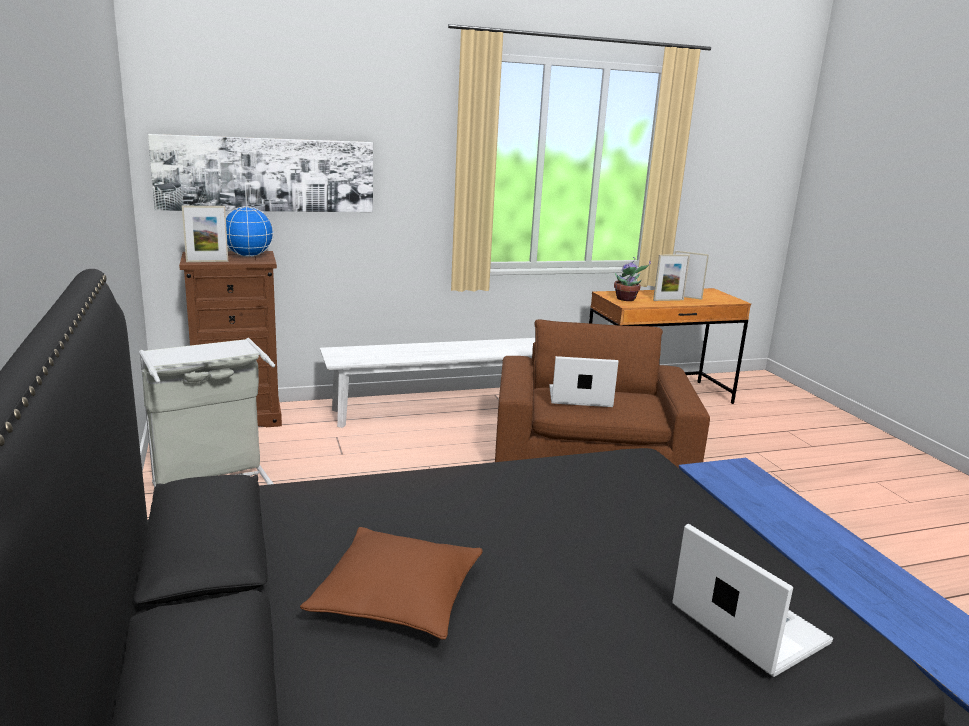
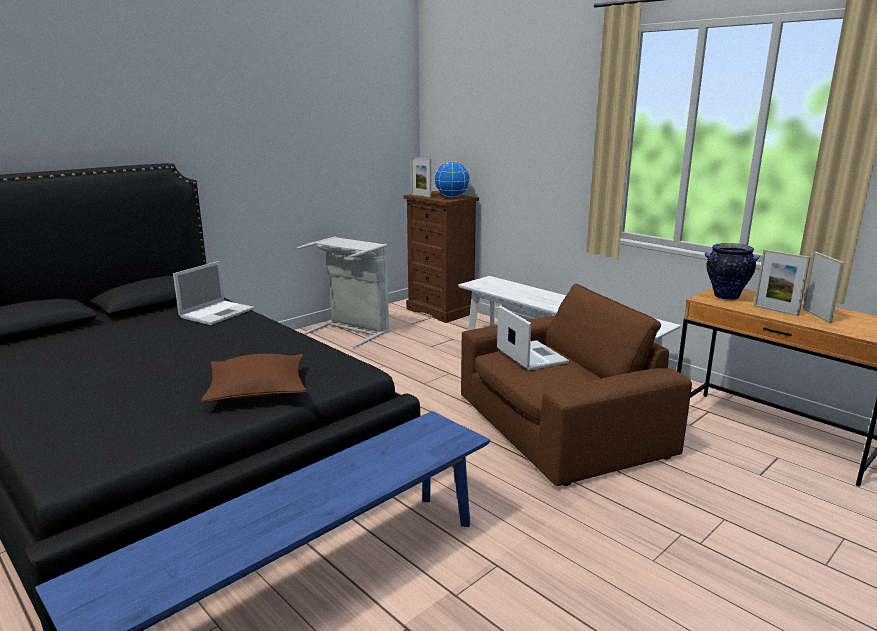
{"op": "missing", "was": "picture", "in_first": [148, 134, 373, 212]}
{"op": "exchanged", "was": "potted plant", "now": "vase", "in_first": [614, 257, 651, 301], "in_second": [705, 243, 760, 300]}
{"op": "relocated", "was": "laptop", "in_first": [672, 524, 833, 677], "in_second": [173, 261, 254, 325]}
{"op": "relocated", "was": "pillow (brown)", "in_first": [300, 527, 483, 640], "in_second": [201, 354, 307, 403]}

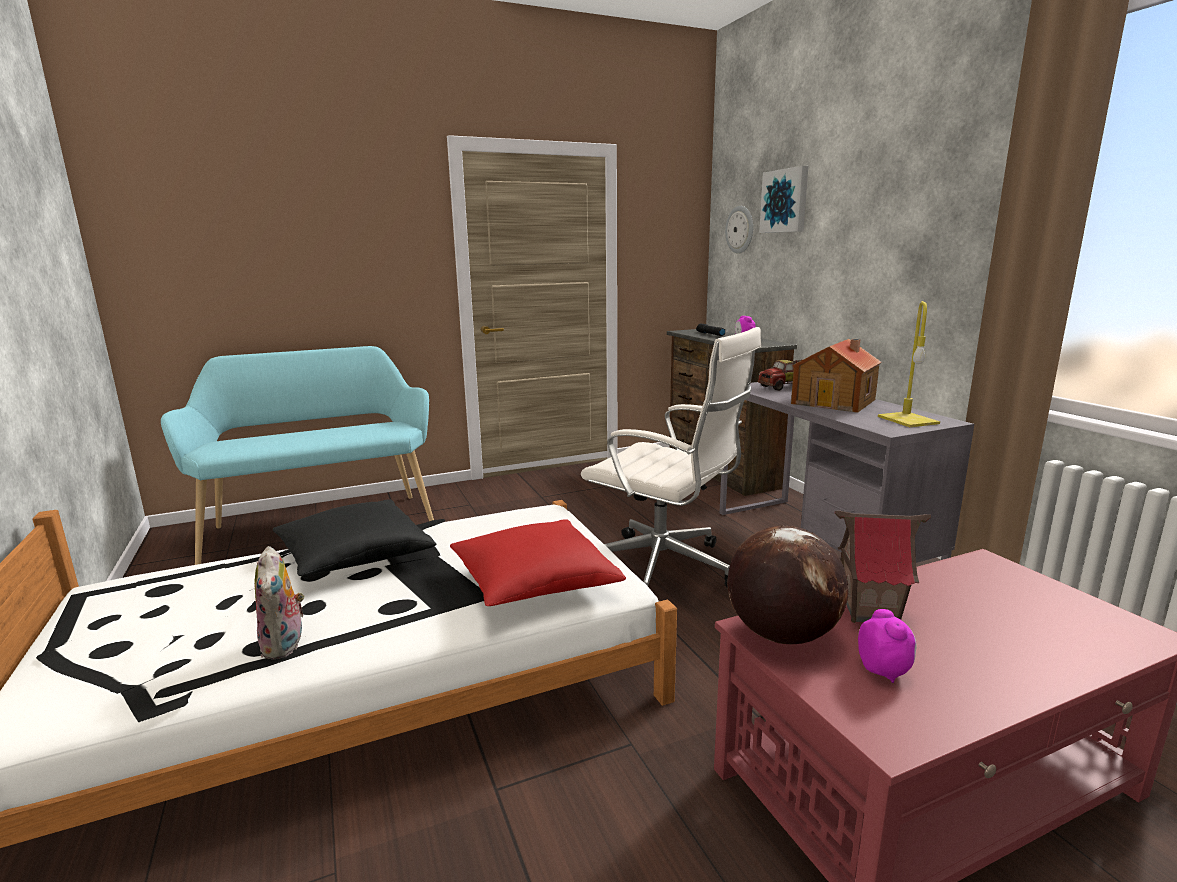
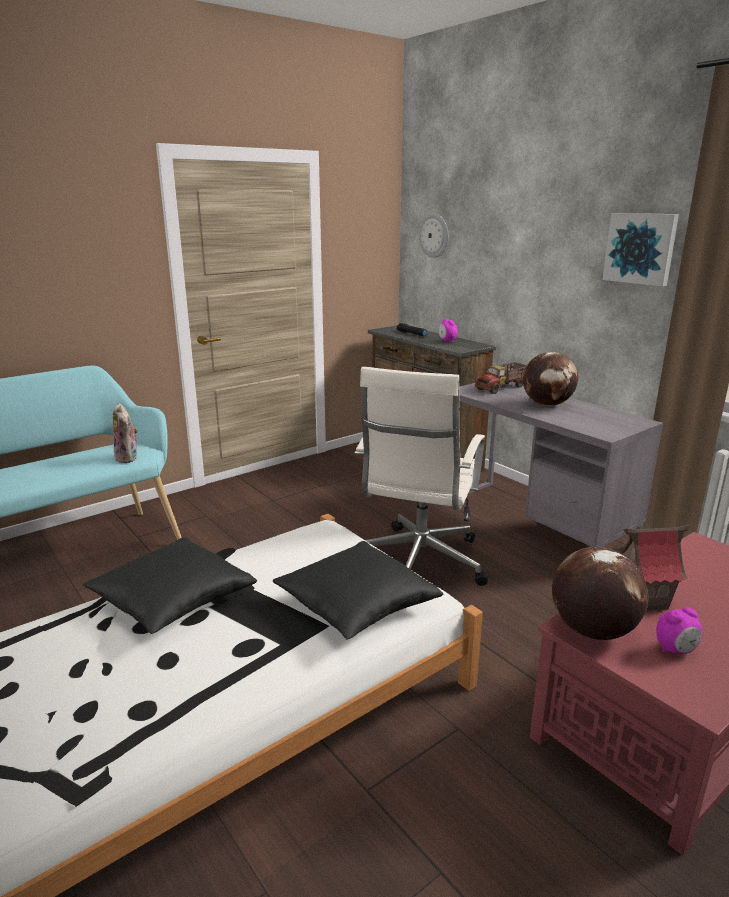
{"op": "relocated", "was": "picture", "in_first": [759, 166, 808, 233], "in_second": [603, 213, 679, 286]}
{"op": "missing", "was": "table lamp (yellow)", "in_first": [878, 301, 940, 427]}
{"op": "spun", "was": "office chair (white)", "in_first": [581, 327, 761, 587], "in_second": [355, 367, 489, 586], "clockwise": 90}
{"op": "exchanged", "was": "toy house", "now": "globe", "in_first": [791, 339, 881, 413], "in_second": [523, 352, 578, 406]}
{"op": "colour", "was": "pillow (red)", "now": "pillow (black)", "in_first": [450, 519, 626, 606], "in_second": [273, 541, 443, 640]}
{"op": "relocated", "was": "plush toy", "in_first": [254, 546, 306, 659], "in_second": [113, 403, 138, 463]}
{"op": "spun", "was": "alarm clock", "in_first": [858, 609, 917, 683], "in_second": [656, 607, 702, 654], "clockwise": 90}

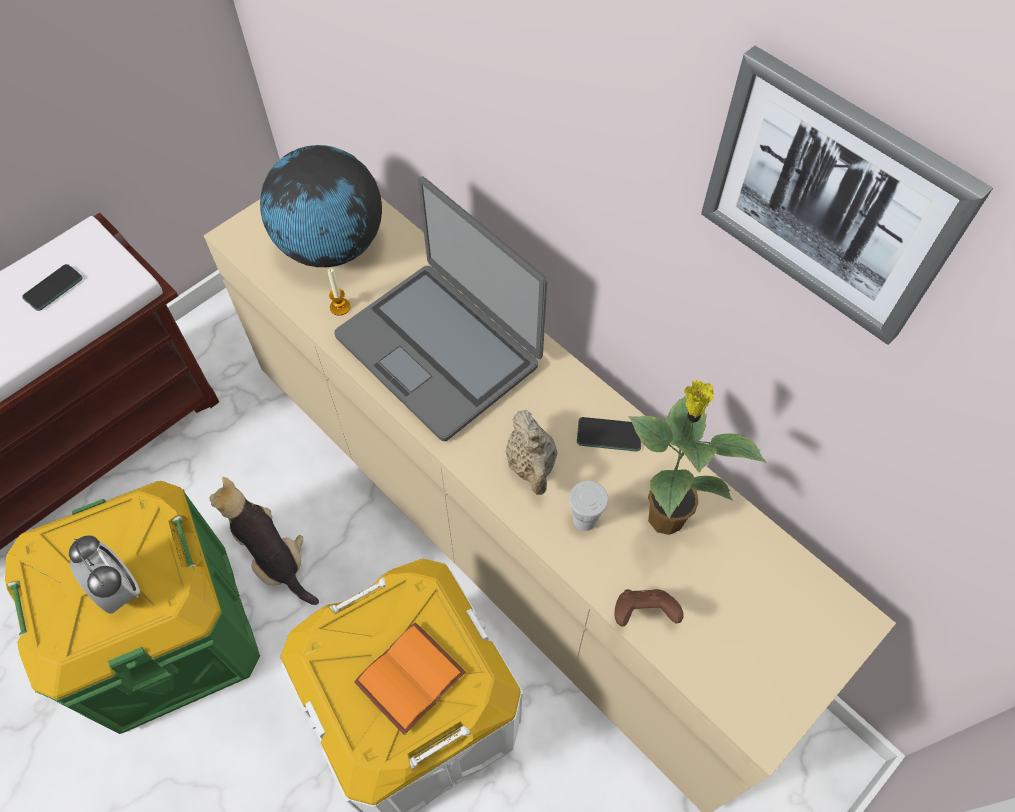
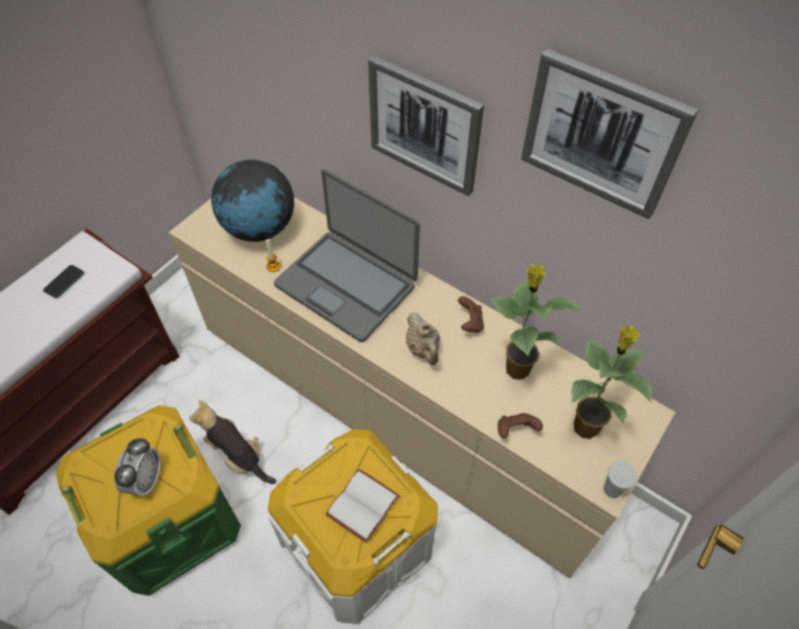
{"op": "exchanged", "was": "phone", "now": "game controller (brown)", "in_first": [577, 417, 641, 451], "in_second": [458, 296, 484, 333]}
{"op": "relocated", "was": "cup (white)", "in_first": [569, 481, 608, 531], "in_second": [604, 461, 637, 498]}
{"op": "spun", "was": "alarm clock", "in_first": [69, 536, 140, 614], "in_second": [114, 438, 161, 496], "clockwise": 60}
{"op": "colour", "was": "book (orange)", "now": "book (white)", "in_first": [354, 622, 465, 735], "in_second": [325, 469, 400, 543]}
{"op": "appeared", "now": "picture", "in_second": [368, 55, 484, 197]}
{"op": "appeared", "now": "potted plant", "in_second": [571, 326, 652, 439]}

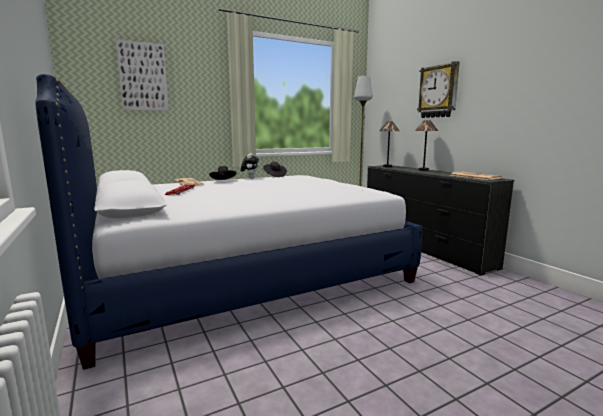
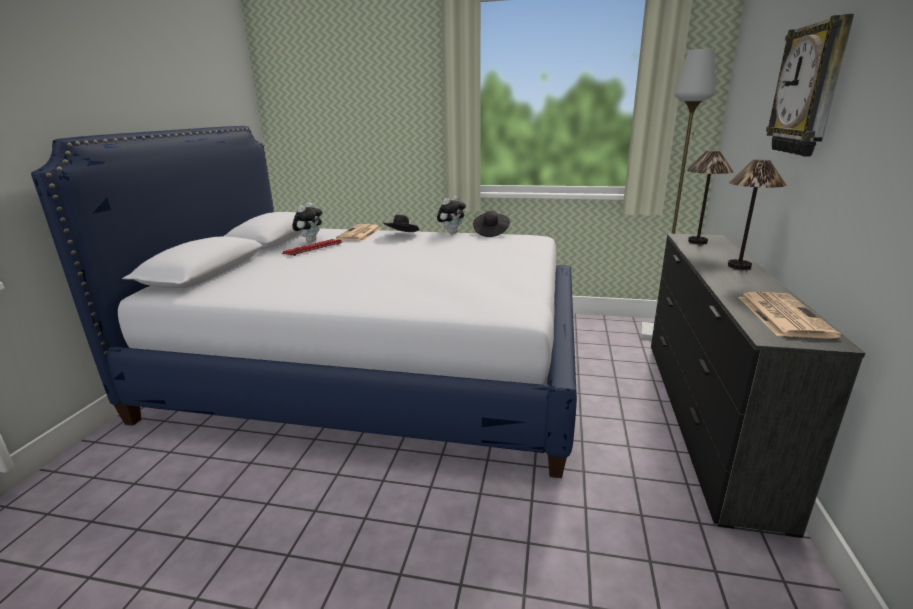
{"op": "missing", "was": "picture", "in_first": [116, 39, 169, 111]}
{"op": "appeared", "now": "plush toy", "in_second": [292, 203, 322, 242]}

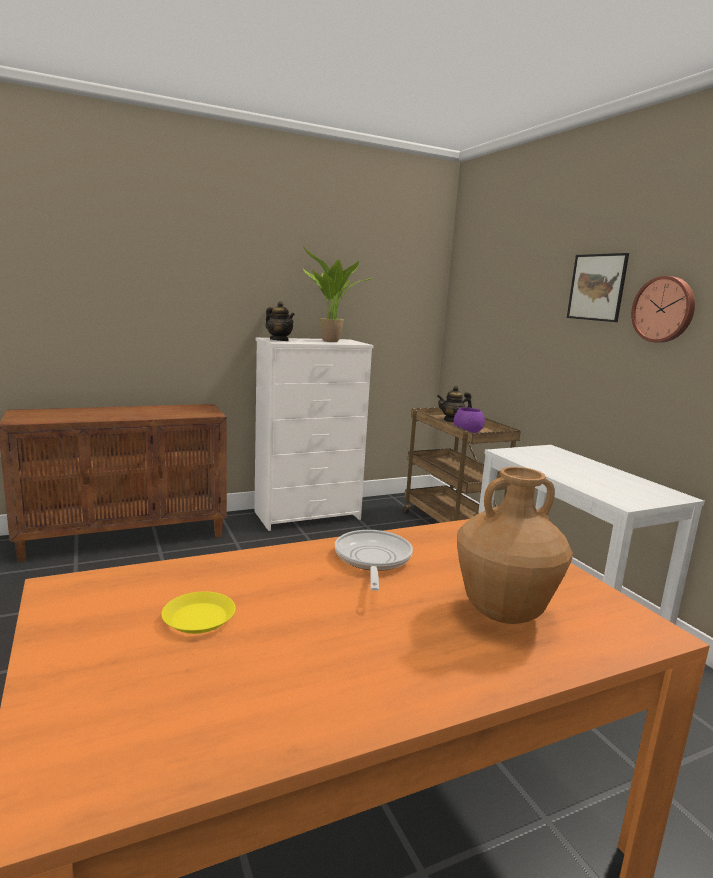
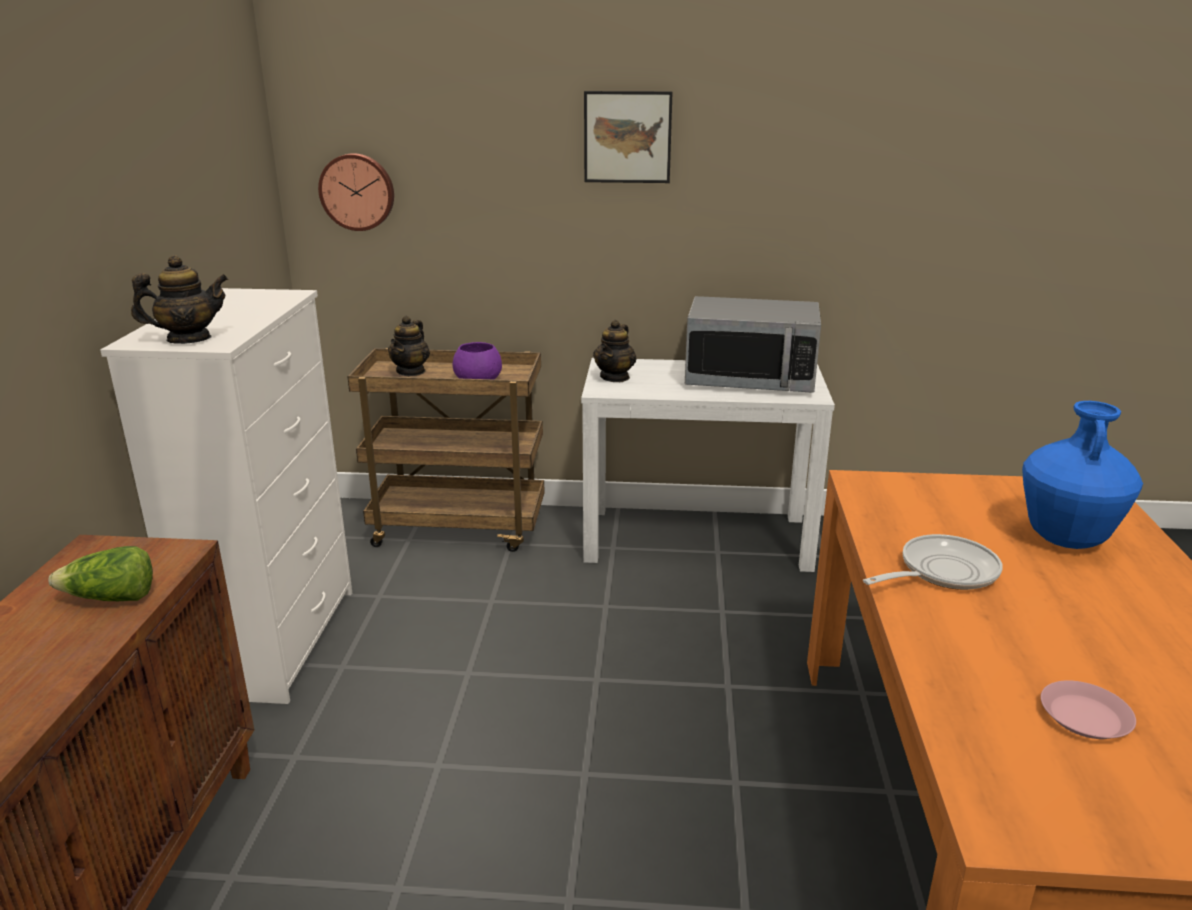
{"op": "missing", "was": "potted plant", "in_first": [303, 246, 374, 342]}
{"op": "relocated", "was": "wall clock", "in_first": [631, 276, 695, 343], "in_second": [318, 153, 394, 231]}
{"op": "colour", "was": "vase (brown)", "now": "vase (blue)", "in_first": [457, 467, 573, 624], "in_second": [1022, 401, 1143, 549]}
{"op": "spun", "was": "frying pan", "in_first": [335, 530, 413, 591], "in_second": [863, 534, 1002, 590], "clockwise": 120}
{"op": "colour", "was": "plate (yellow)", "now": "plate (pink)", "in_first": [161, 592, 236, 634], "in_second": [1041, 680, 1136, 739]}
{"op": "appeared", "now": "microwave", "in_second": [685, 296, 821, 393]}
{"op": "appeared", "now": "teapot", "in_second": [593, 320, 636, 382]}
{"op": "appeared", "now": "lettuce", "in_second": [48, 546, 153, 601]}

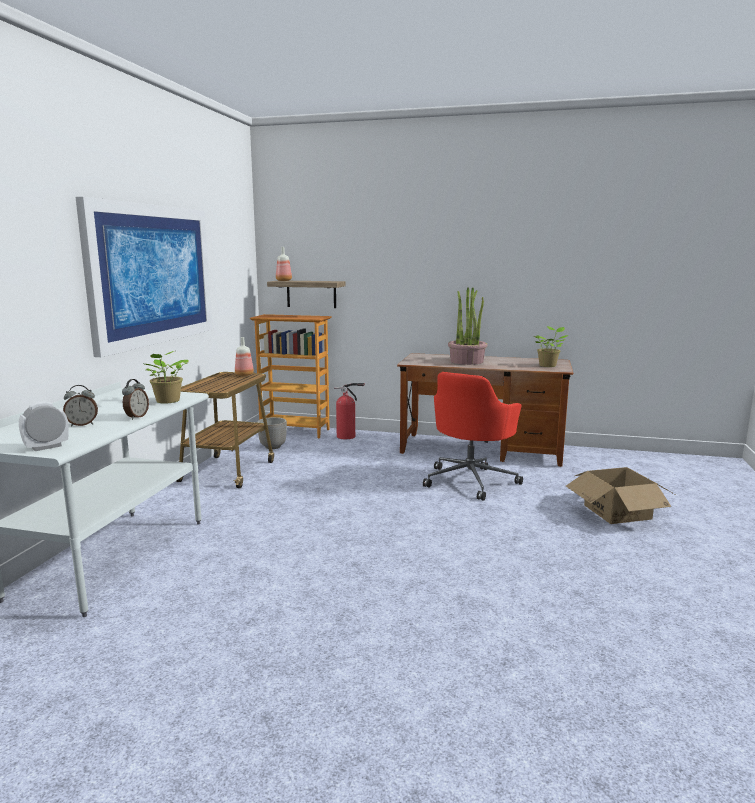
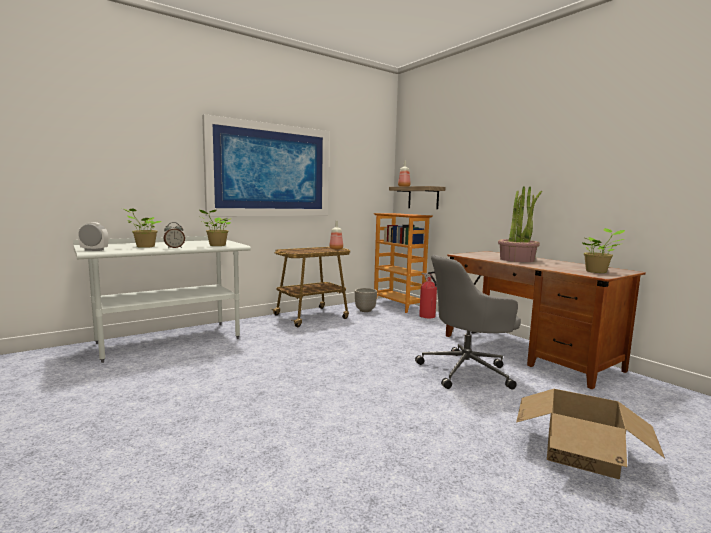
{"op": "colour", "was": "office chair (red)", "now": "office chair (grey)", "in_first": [423, 372, 523, 501], "in_second": [415, 255, 521, 390]}
{"op": "exchanged", "was": "alarm clock", "now": "potted plant", "in_first": [63, 385, 98, 426], "in_second": [122, 208, 161, 248]}

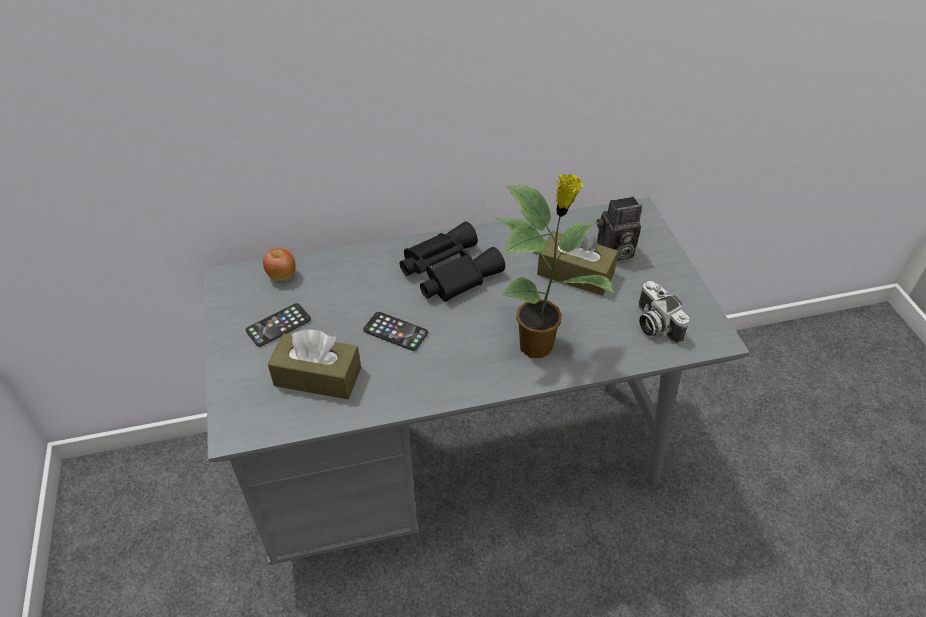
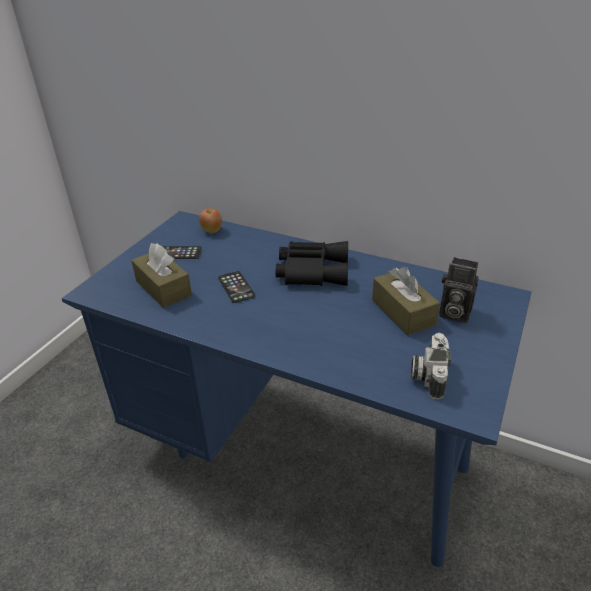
{"op": "missing", "was": "potted plant", "in_first": [496, 173, 615, 358]}
{"op": "colour", "was": "desk (grey)", "now": "desk (blue)", "in_first": [204, 198, 750, 565], "in_second": [62, 211, 532, 567]}

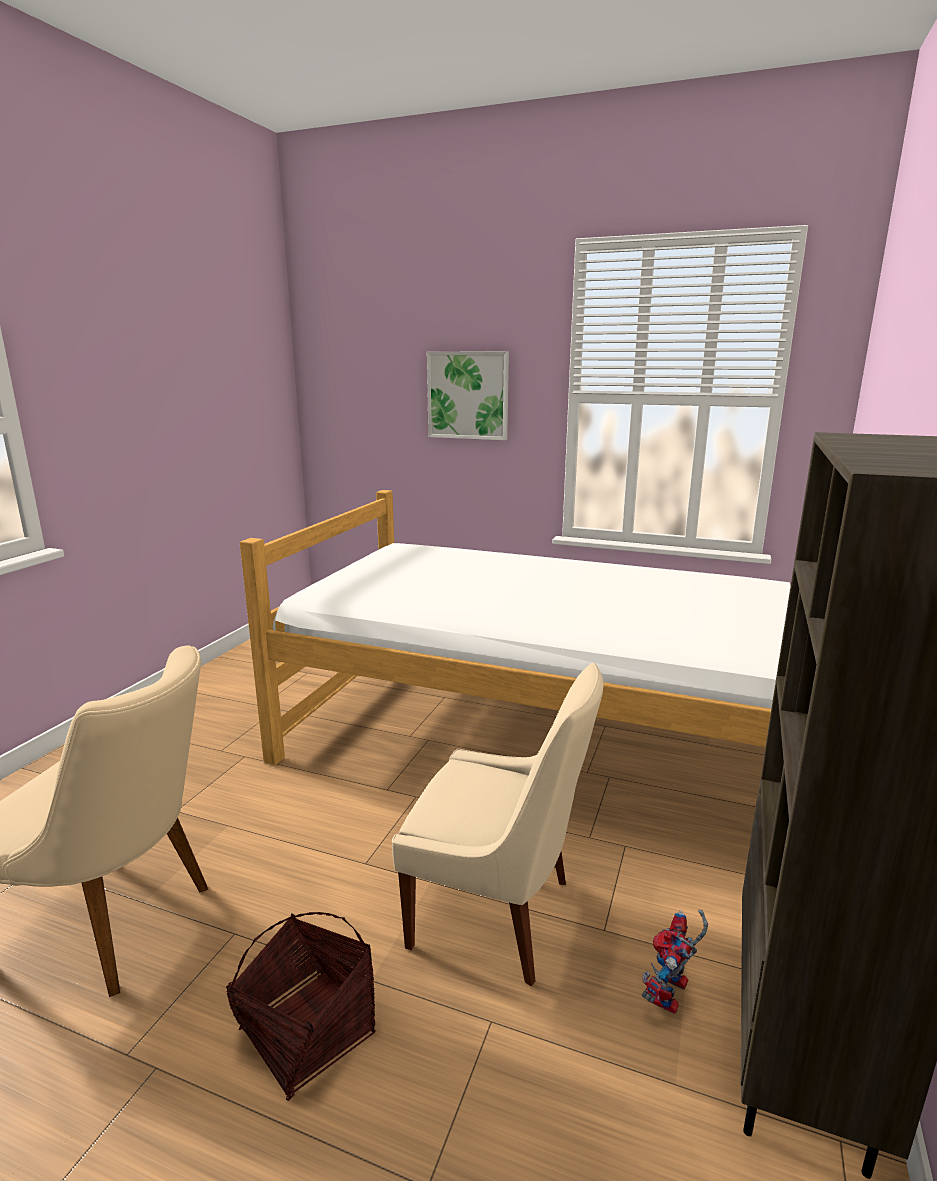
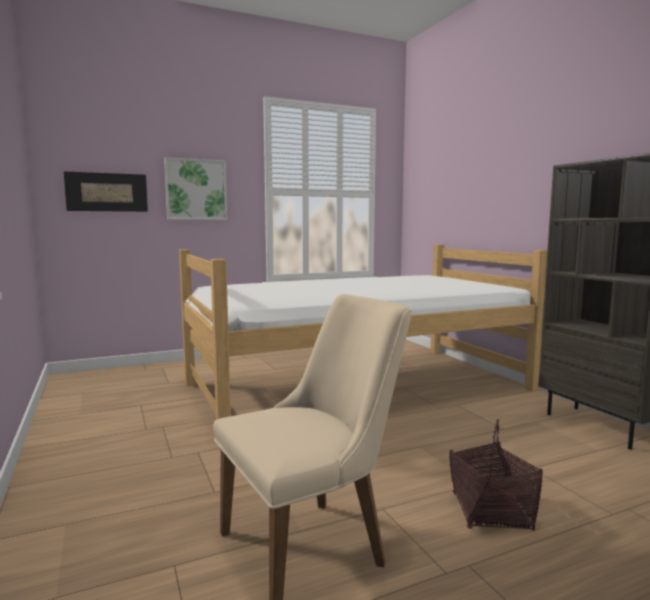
{"op": "missing", "was": "chair (beige)", "in_first": [392, 663, 603, 986]}
{"op": "missing", "was": "toy robot", "in_first": [642, 910, 708, 1014]}
{"op": "appeared", "now": "picture", "in_second": [64, 171, 148, 212]}

